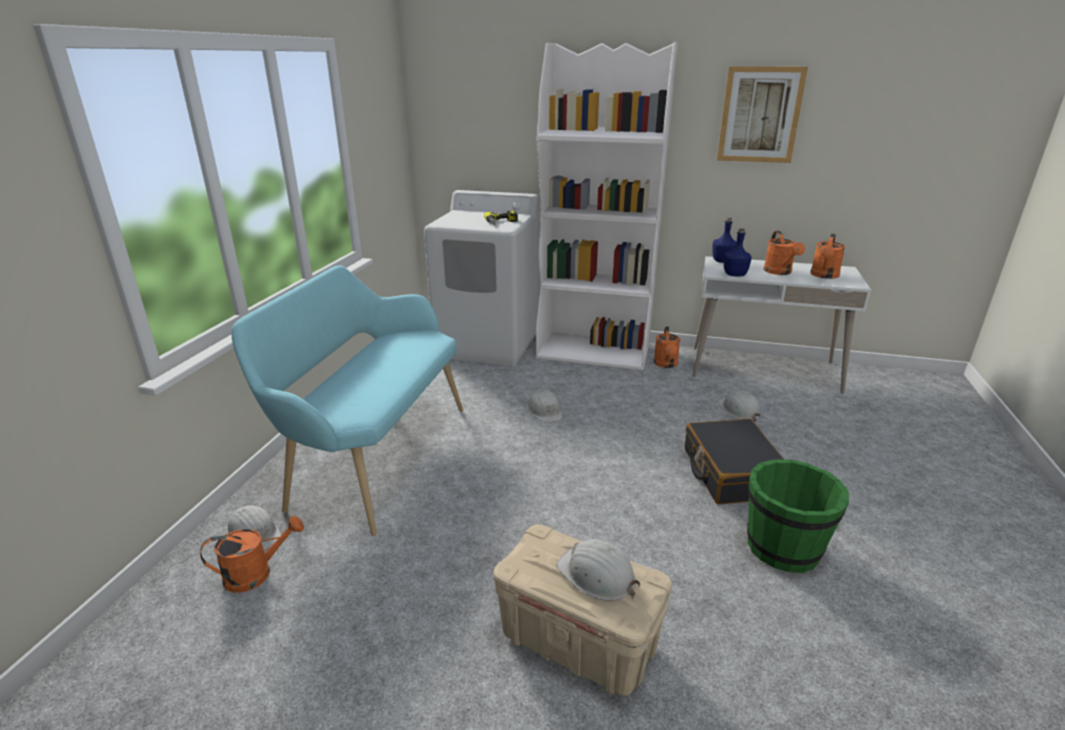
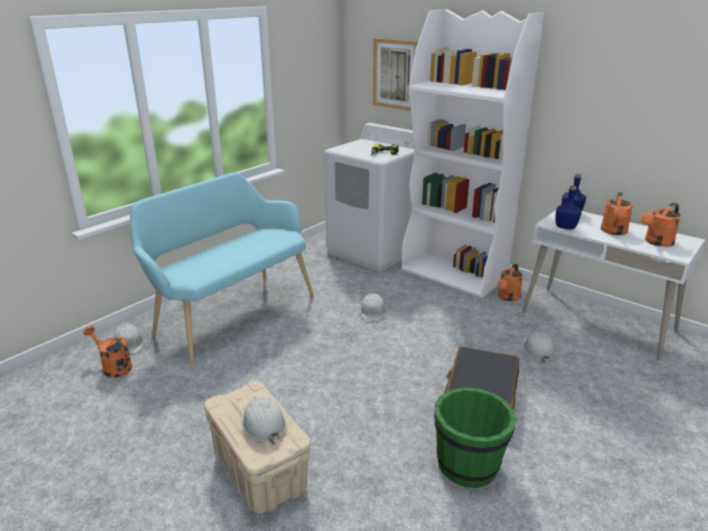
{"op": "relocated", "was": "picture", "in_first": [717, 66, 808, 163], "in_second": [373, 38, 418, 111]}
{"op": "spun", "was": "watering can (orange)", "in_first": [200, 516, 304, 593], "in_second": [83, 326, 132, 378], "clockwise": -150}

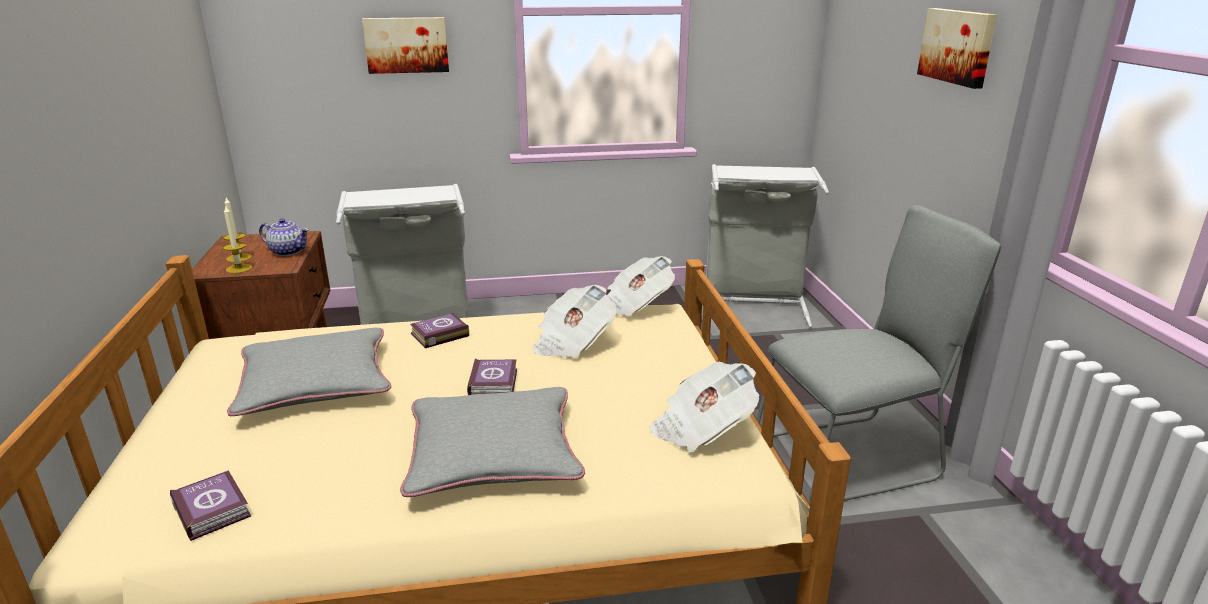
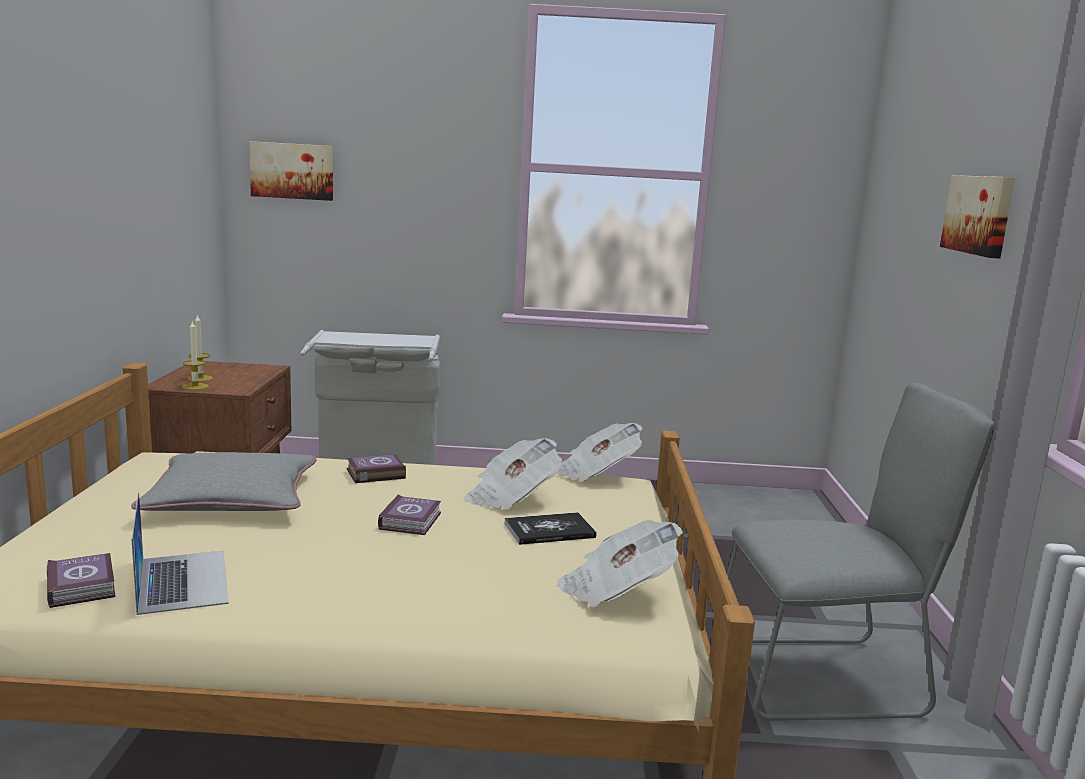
{"op": "relocated", "was": "picture", "in_first": [362, 17, 449, 74], "in_second": [249, 141, 333, 201]}
{"op": "missing", "was": "laundry basket (grey)", "in_first": [706, 164, 829, 328]}
{"op": "missing", "was": "teapot", "in_first": [259, 218, 309, 256]}
{"op": "missing", "was": "pillow (grey)", "in_first": [400, 387, 585, 497]}
{"op": "appeared", "now": "laptop", "in_second": [131, 492, 229, 615]}
{"op": "appeared", "now": "book", "in_second": [505, 512, 596, 545]}

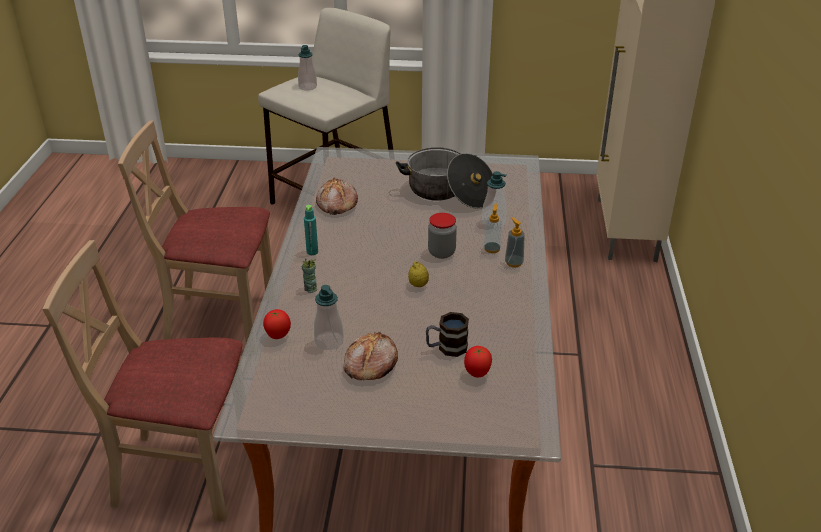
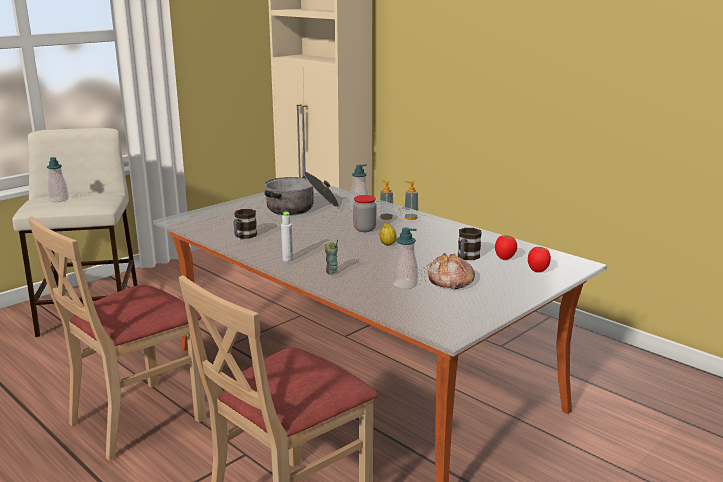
{"op": "exchanged", "was": "bread", "now": "mug", "in_first": [316, 177, 358, 215], "in_second": [234, 209, 257, 239]}
{"op": "colour", "was": "bottle (turquoise)", "now": "bottle (grey)", "in_first": [304, 205, 318, 255], "in_second": [281, 212, 293, 261]}
{"op": "relocated", "was": "tomato", "in_first": [263, 309, 291, 339], "in_second": [528, 247, 551, 272]}

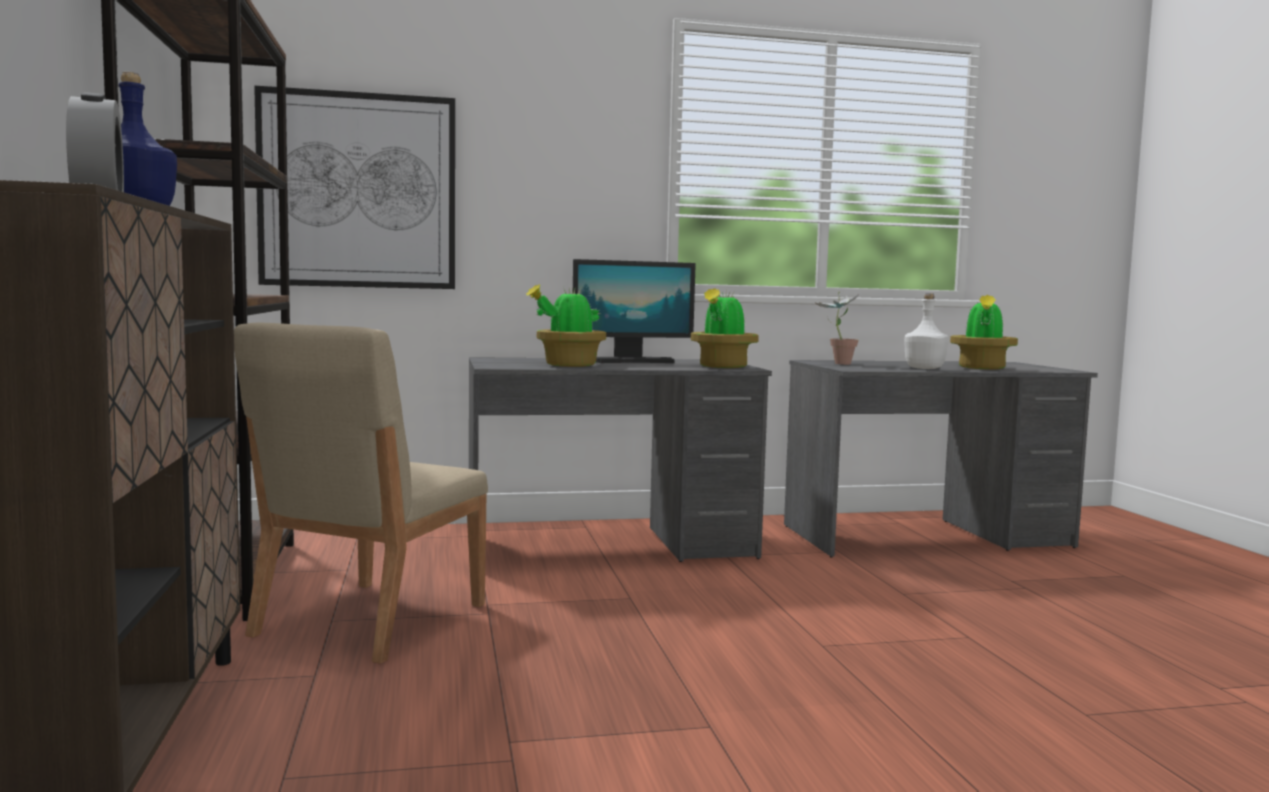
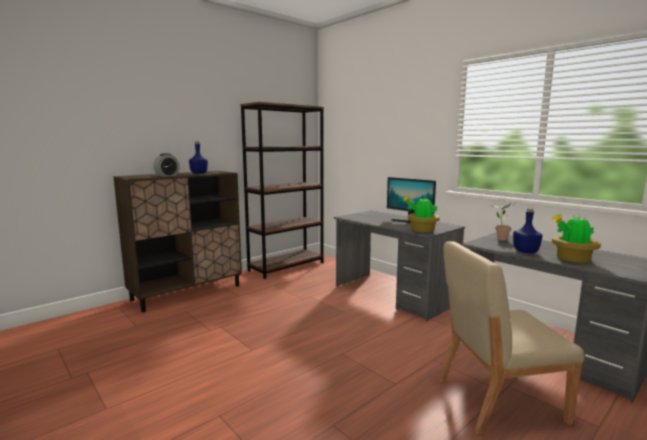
{"op": "missing", "was": "picture", "in_first": [254, 86, 455, 289]}
{"op": "missing", "was": "potted plant", "in_first": [526, 284, 606, 367]}
{"op": "colour", "was": "bottle (white)", "now": "bottle (blue)", "in_first": [904, 293, 949, 369], "in_second": [513, 208, 542, 253]}
{"op": "relocated", "was": "chair (beige)", "in_first": [234, 323, 488, 664], "in_second": [438, 241, 584, 435]}

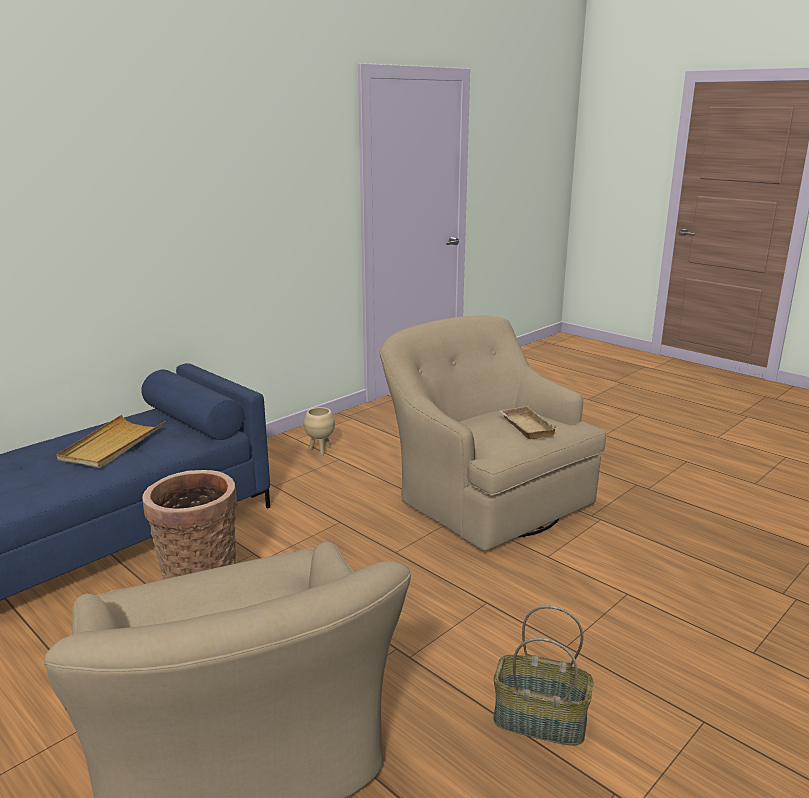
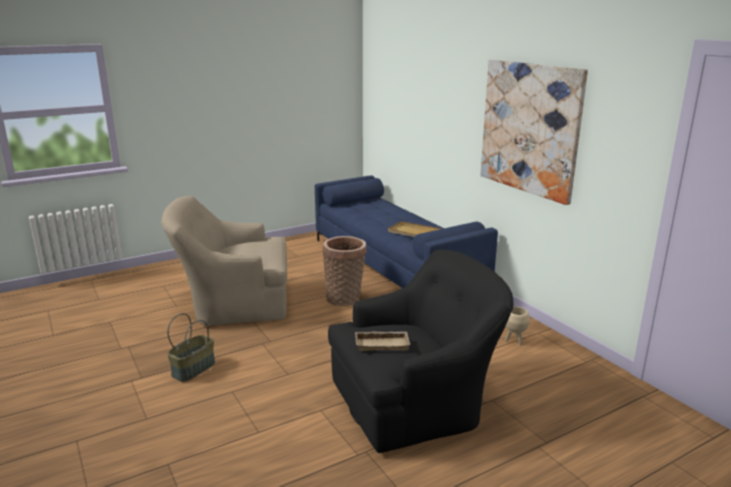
{"op": "colour", "was": "armchair (beige)", "now": "armchair (black)", "in_first": [379, 315, 606, 551], "in_second": [328, 250, 514, 453]}
{"op": "appeared", "now": "picture", "in_second": [480, 60, 588, 205]}

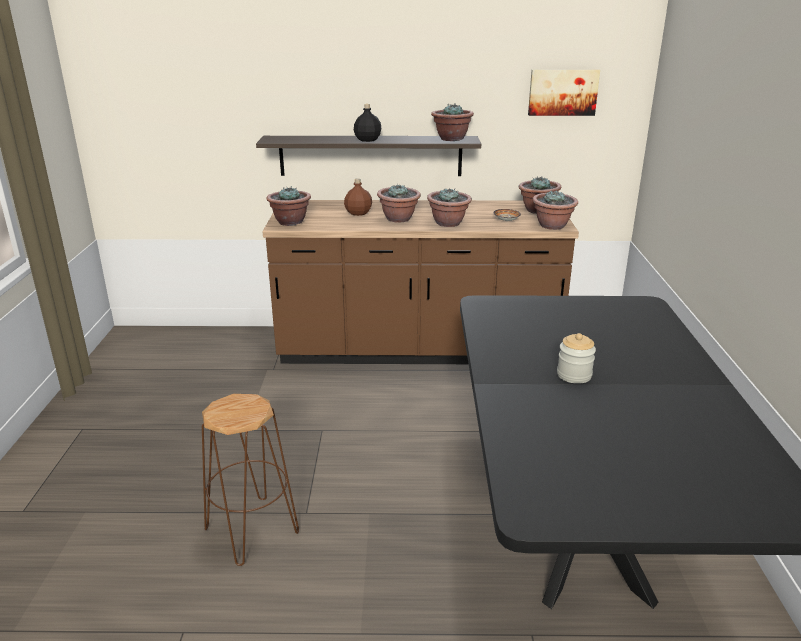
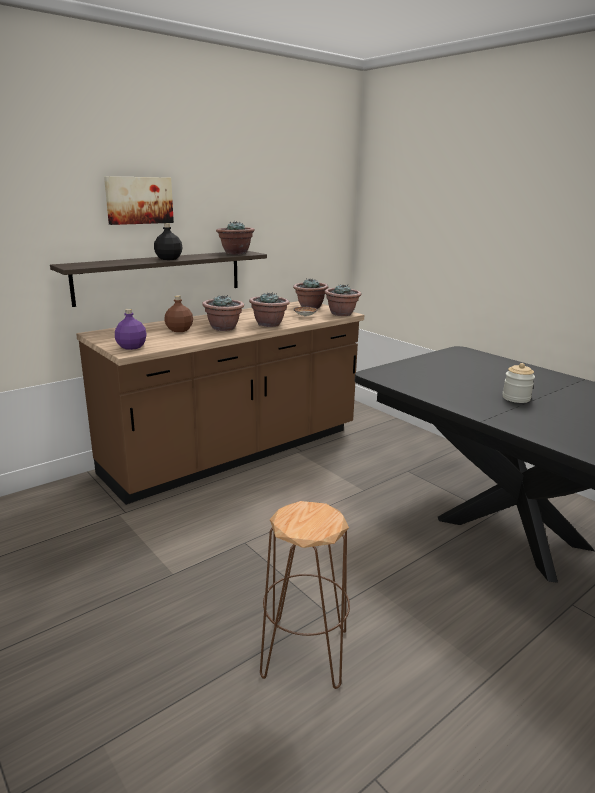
{"op": "relocated", "was": "picture", "in_first": [528, 69, 600, 116], "in_second": [104, 176, 174, 225]}
{"op": "exchanged", "was": "potted plant", "now": "bottle (purple)", "in_first": [266, 186, 311, 226], "in_second": [115, 308, 146, 350]}

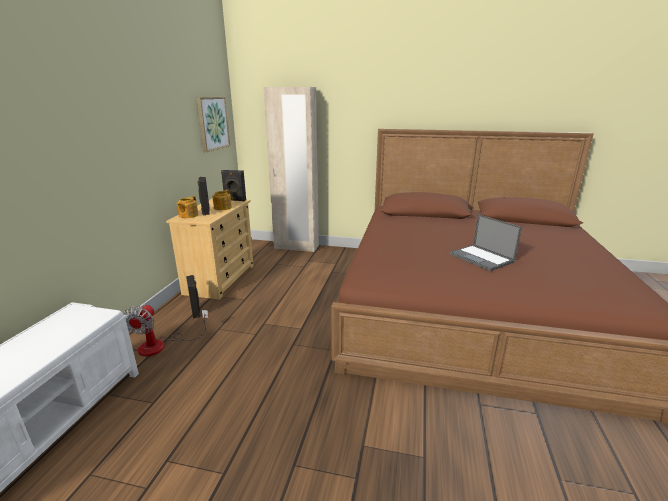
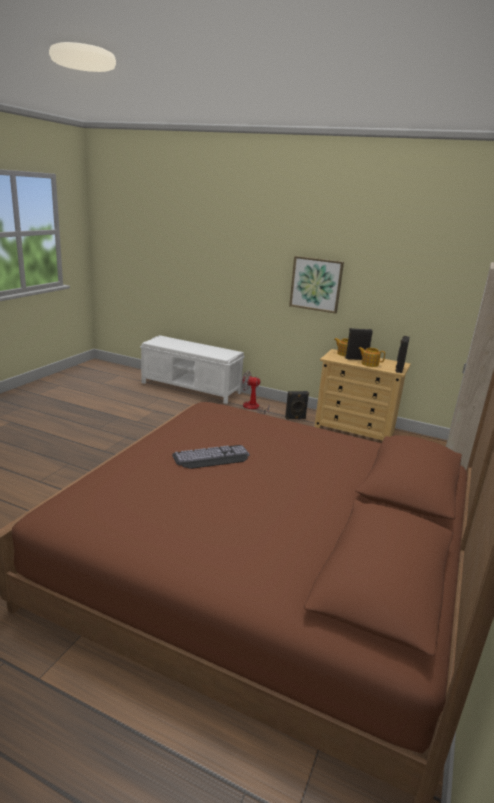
{"op": "relocated", "was": "picture", "in_first": [197, 97, 231, 152], "in_second": [289, 256, 344, 314]}
{"op": "exchanged", "was": "laptop", "now": "keyboard", "in_first": [449, 214, 522, 271], "in_second": [172, 445, 250, 469]}

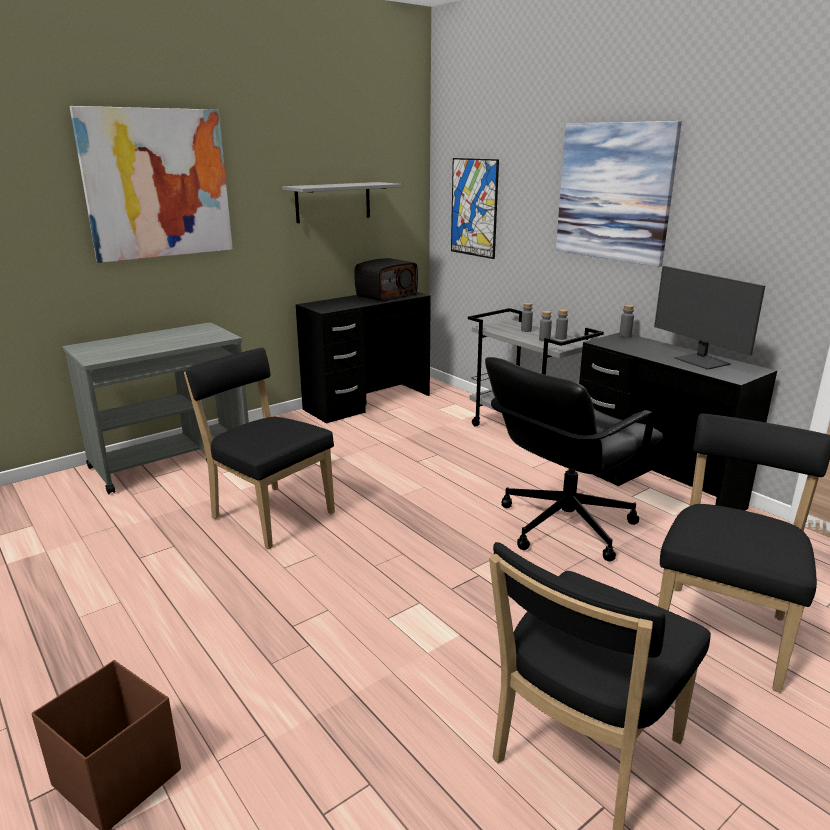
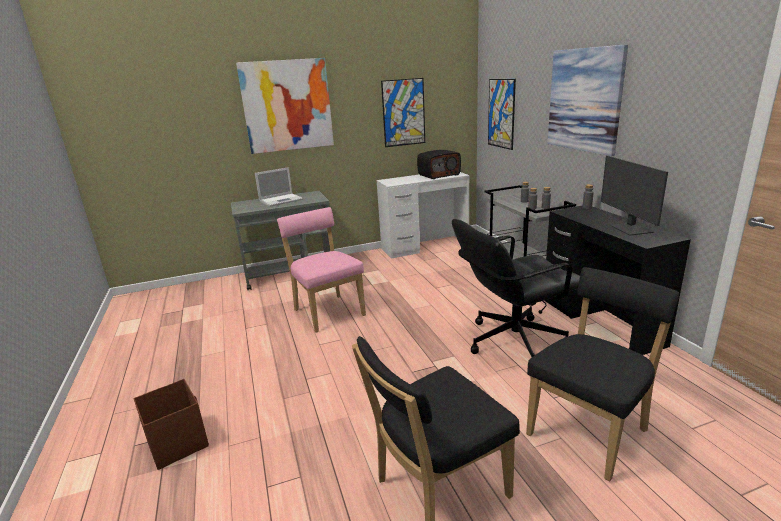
{"op": "exchanged", "was": "shelf (grey)", "now": "picture", "in_first": [282, 182, 401, 223], "in_second": [381, 78, 425, 147]}
{"op": "colour", "was": "desk (black)", "now": "desk (white)", "in_first": [296, 292, 431, 424], "in_second": [377, 172, 469, 259]}
{"op": "colour", "was": "chair (black)", "now": "chair (pink)", "in_first": [184, 348, 335, 549], "in_second": [277, 207, 366, 332]}
{"op": "appeared", "now": "laptop", "in_second": [255, 167, 303, 207]}

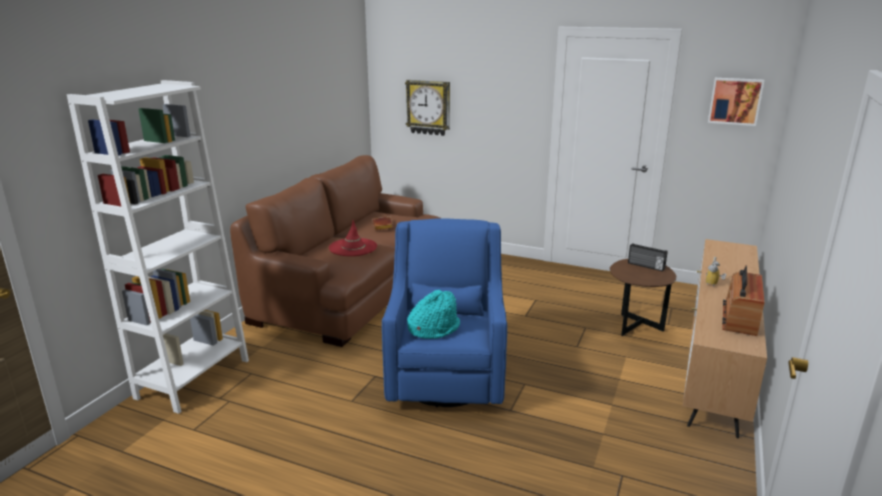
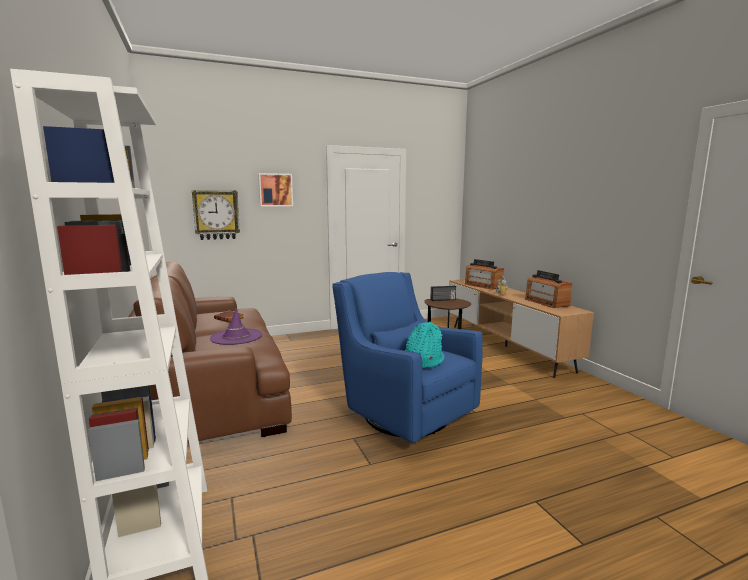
{"op": "relocated", "was": "picture", "in_first": [708, 78, 764, 126], "in_second": [258, 173, 293, 207]}
{"op": "colour", "was": "hat (red)", "now": "hat (purple)", "in_first": [329, 220, 377, 256], "in_second": [210, 307, 262, 345]}
{"op": "appeared", "now": "radio", "in_second": [465, 259, 504, 290]}

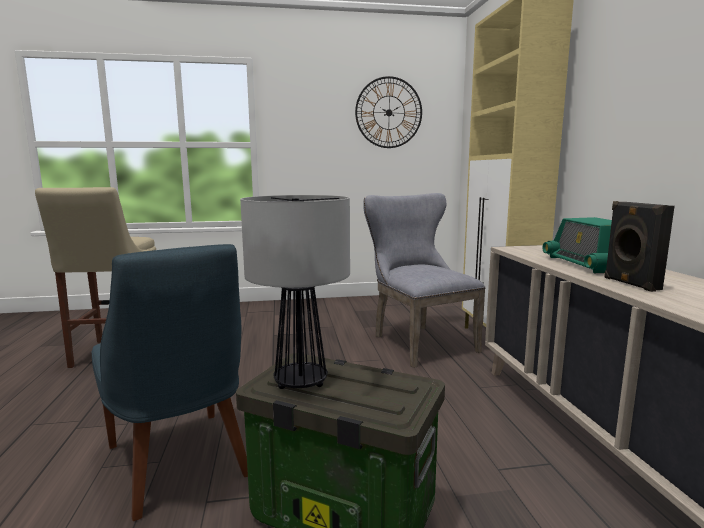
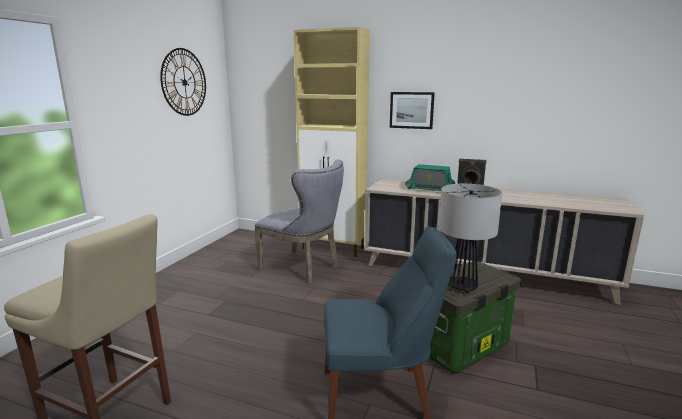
{"op": "spun", "was": "chair (grey)", "in_first": [363, 193, 485, 368], "in_second": [254, 159, 344, 283], "clockwise": -150}
{"op": "appeared", "now": "picture", "in_second": [390, 92, 435, 129]}

